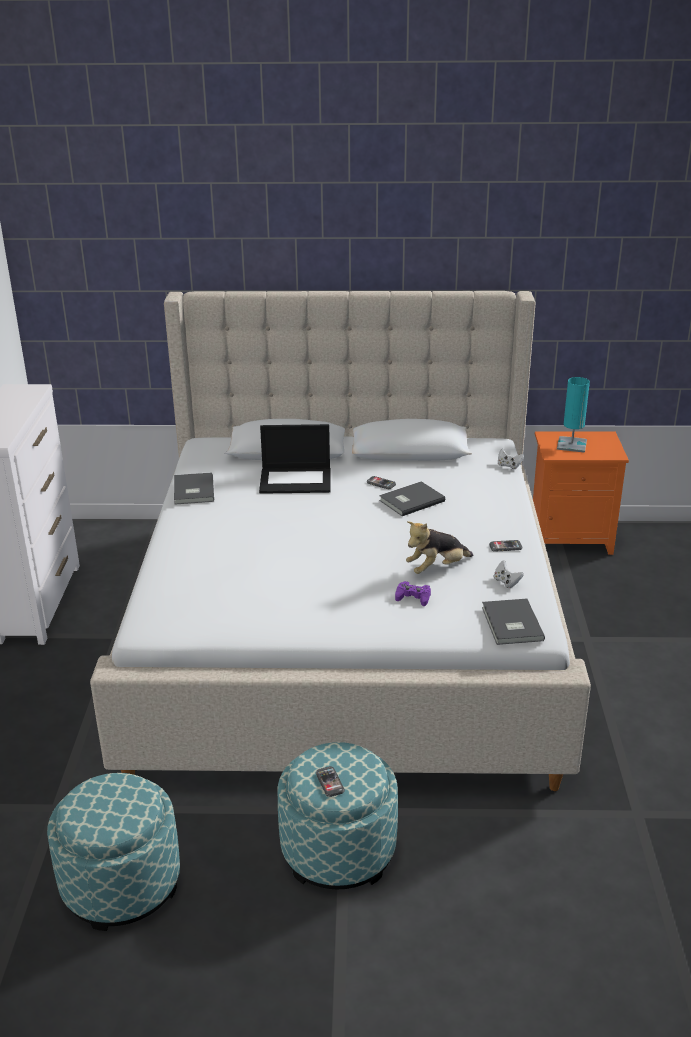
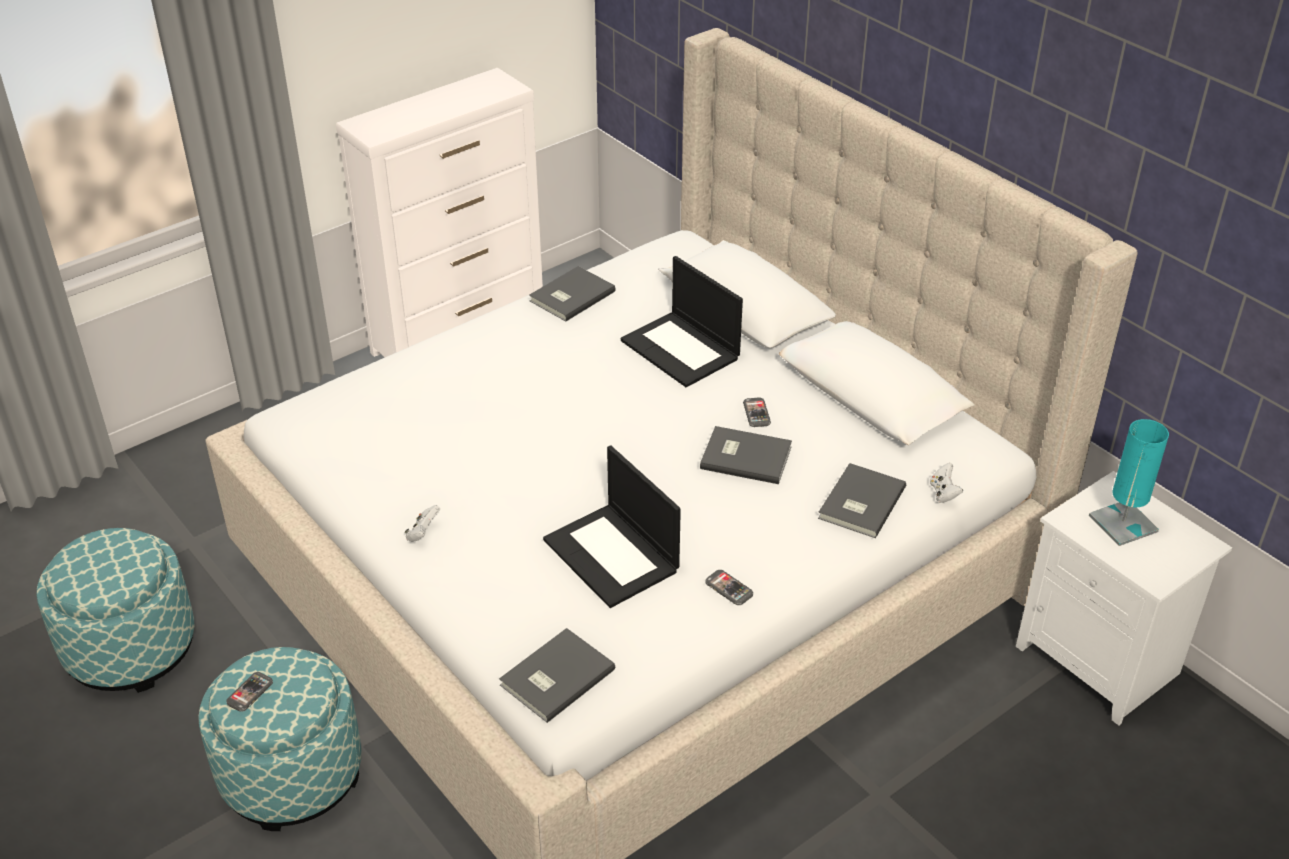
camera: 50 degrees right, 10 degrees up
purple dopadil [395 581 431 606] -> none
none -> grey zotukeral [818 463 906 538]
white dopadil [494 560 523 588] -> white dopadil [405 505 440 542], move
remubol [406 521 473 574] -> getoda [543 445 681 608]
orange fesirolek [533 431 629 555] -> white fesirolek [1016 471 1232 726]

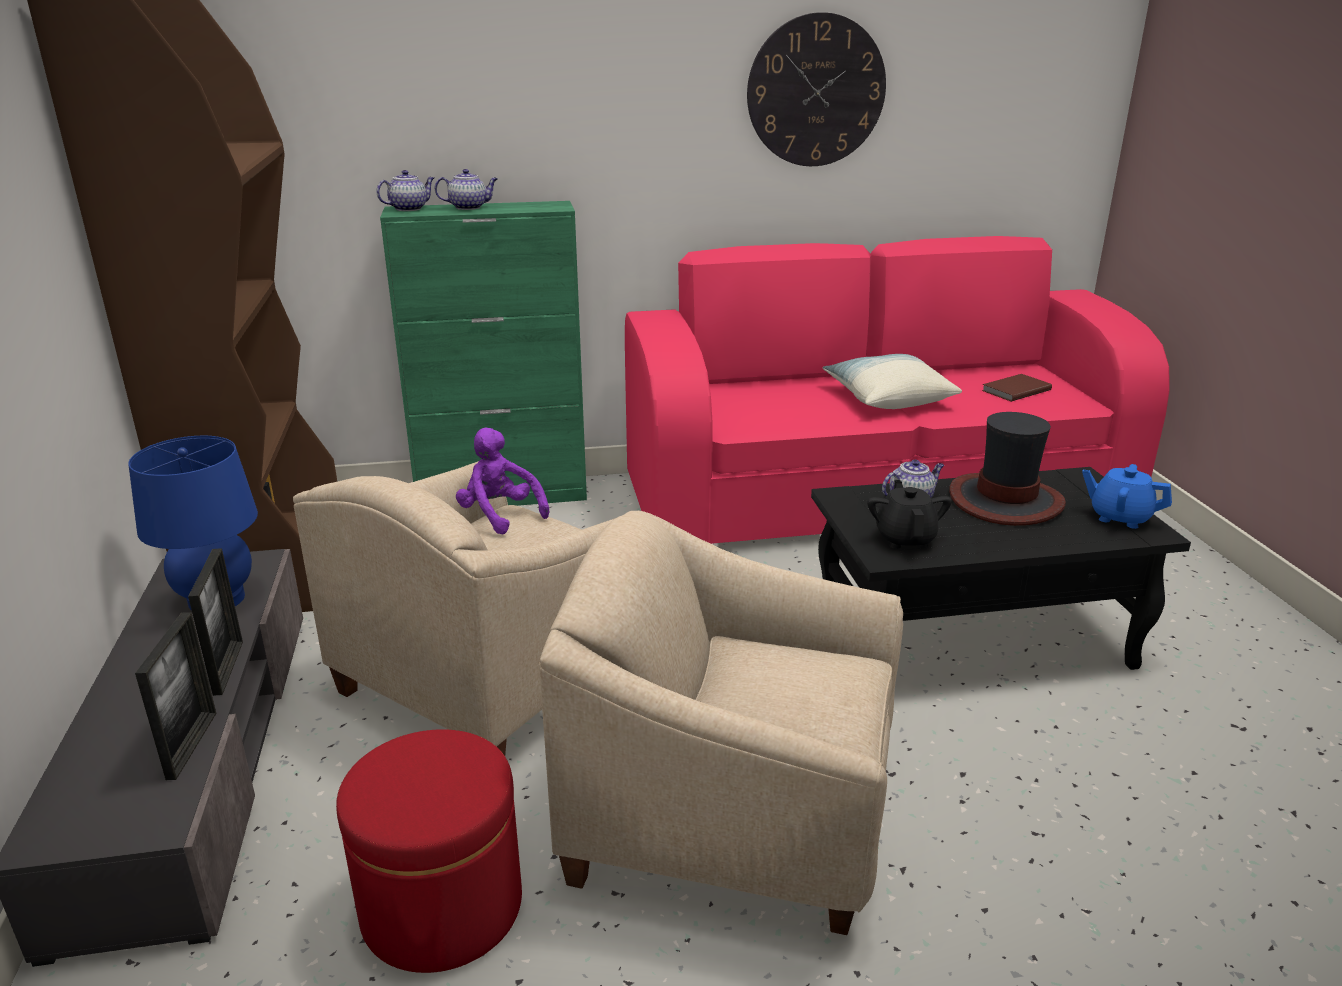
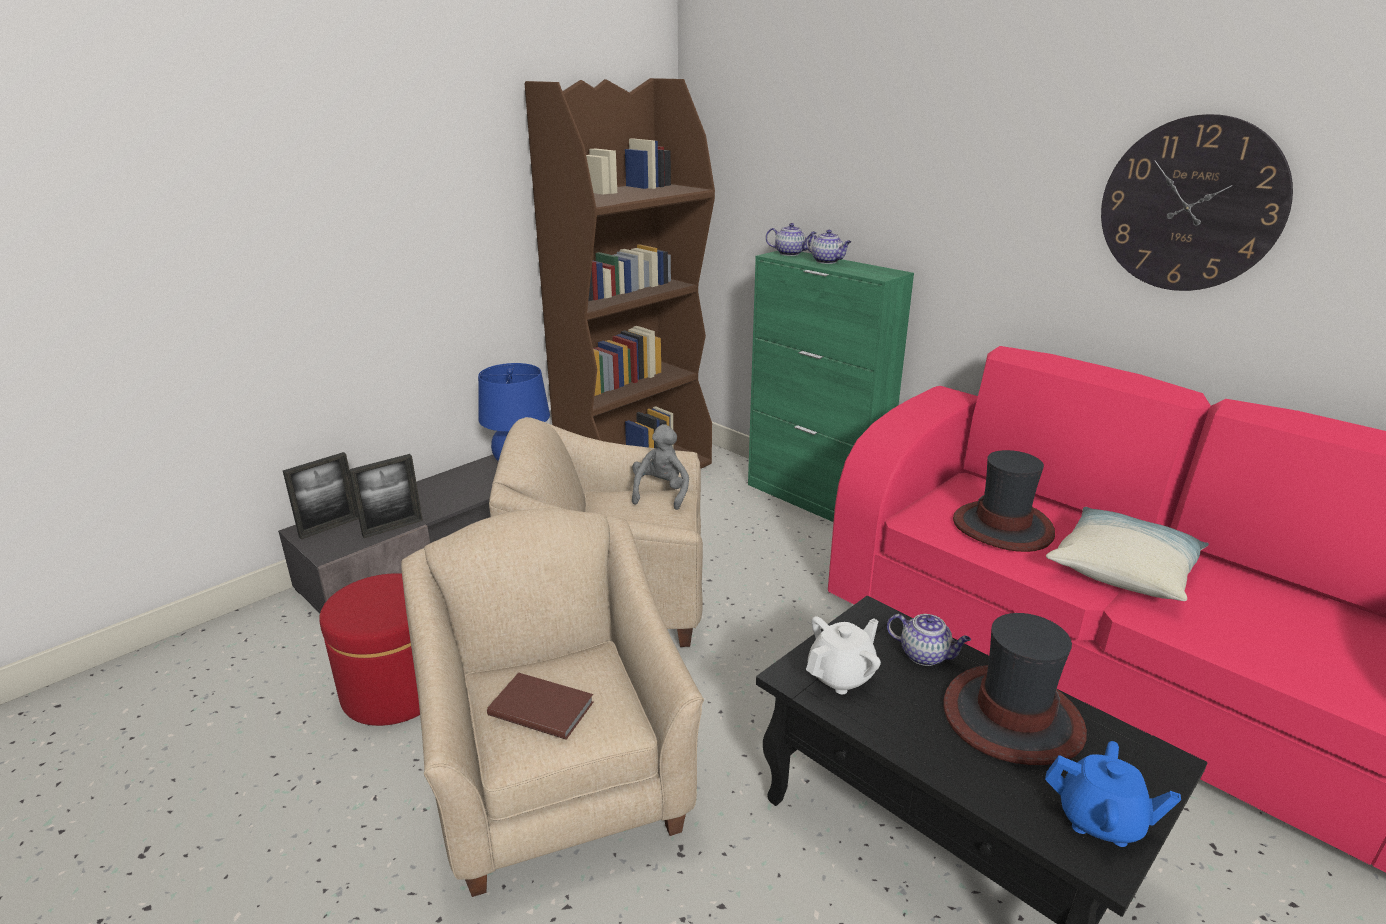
camera: 55 degrees right, 0 degrees up
none -> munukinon [953 450 1055 552]
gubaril [188 548 243 696] -> gubaril [283 452 359 539], move
brown zotukeral [982 374 1052 402] -> brown zotukeral [487 672 593 740], move
purple remubol [456 428 549 534] -> grey remubol [632 424 689 510]
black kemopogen [867 480 952 549] -> white kemopogen [806 616 881 694]
blue kemopogen [1082 464 1172 529] -> blue kemopogen [1045 741 1181 847], 120 degrees clockwise

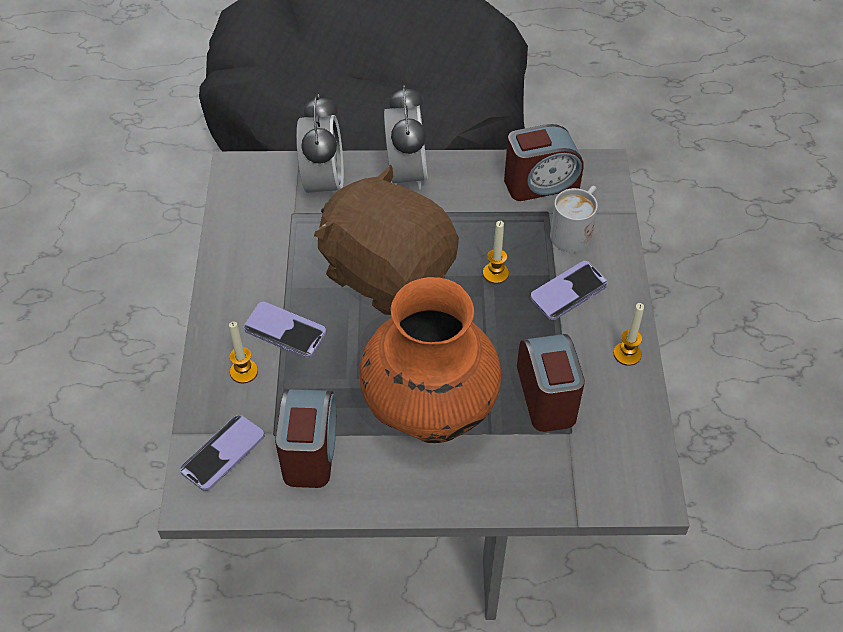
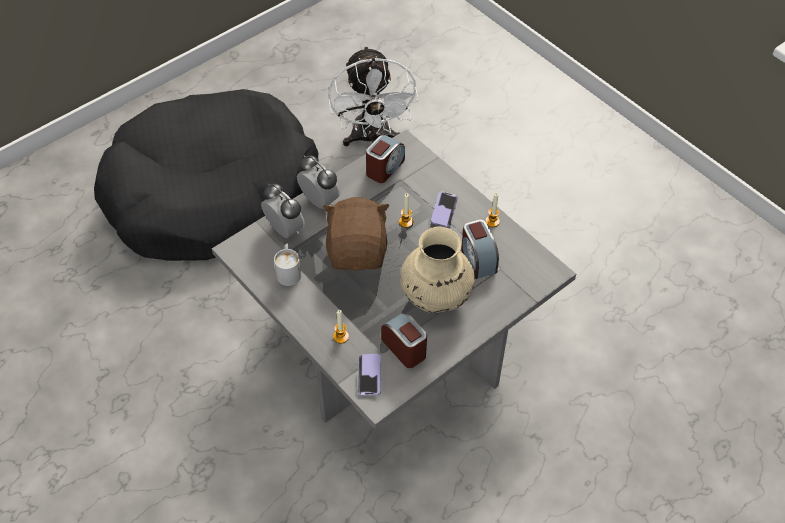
camera: 40 degrees left, 0 degrees up
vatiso [244 302 326 358] -> none
none -> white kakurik [328 46 419 146]
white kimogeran [550 186 598 253] -> white kimogeran [274 244 301 286], move
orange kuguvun [360 277 501 443] -> beige kuguvun [400 226 475 313]
brown remubol [314 165 459 315] -> brown remubol [323 197 390 271], 90 degrees clockwise
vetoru [517 334 585 432] -> vetoru [461 220 499 279], 150 degrees counterclockwise

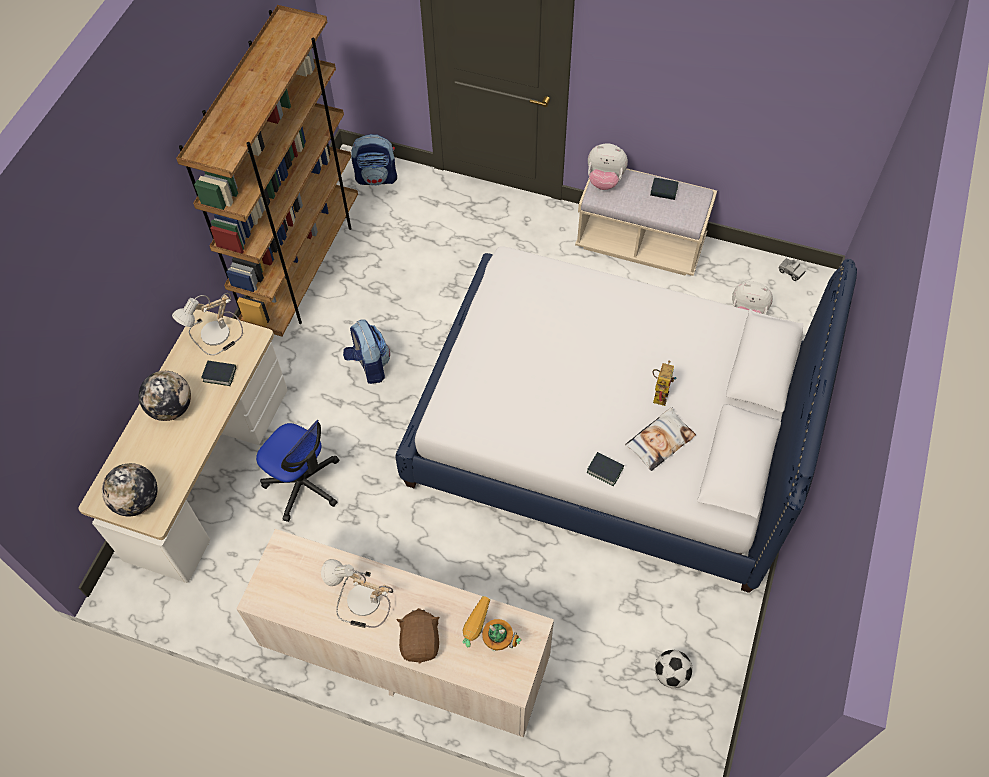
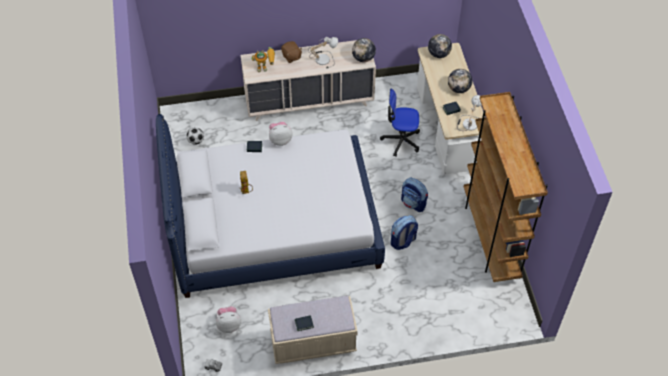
camera: 150 degrees right, 5 degrees down
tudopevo [625 408 696 471] -> none
none -> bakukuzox [352 38 376 62]
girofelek [351 134 397 186] -> girofelek [391 215 418 250], move
remubol [588 143 628 190] -> remubol [269 121 293 146], move

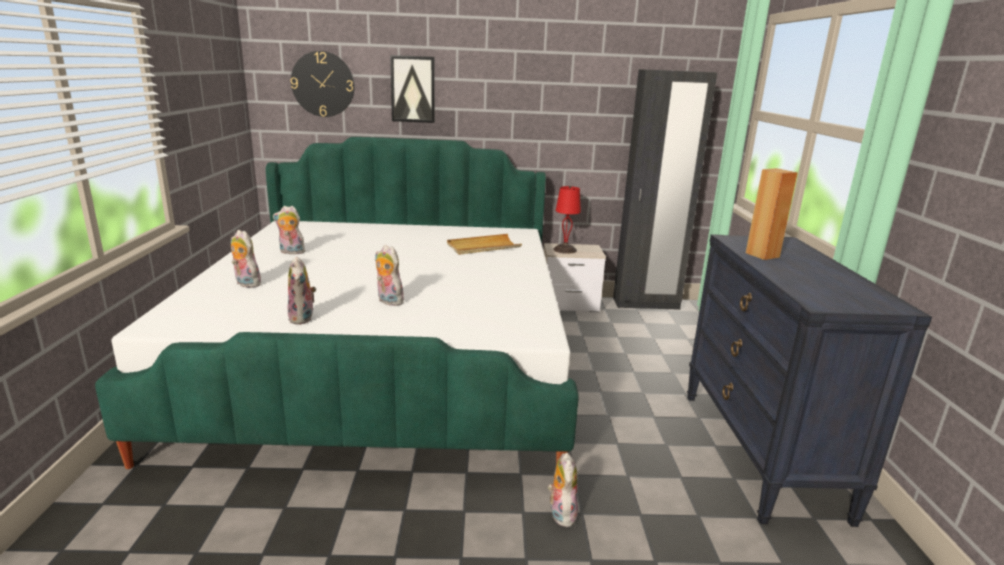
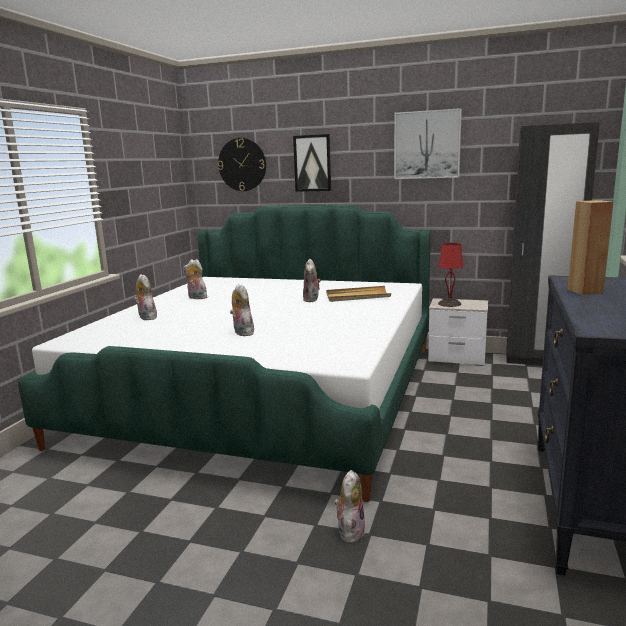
camera: 20 degrees right, 5 degrees down
none -> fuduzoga [394 108 462 179]
remubol [288 256 316 325] -> remubol [303 259 321 302], move

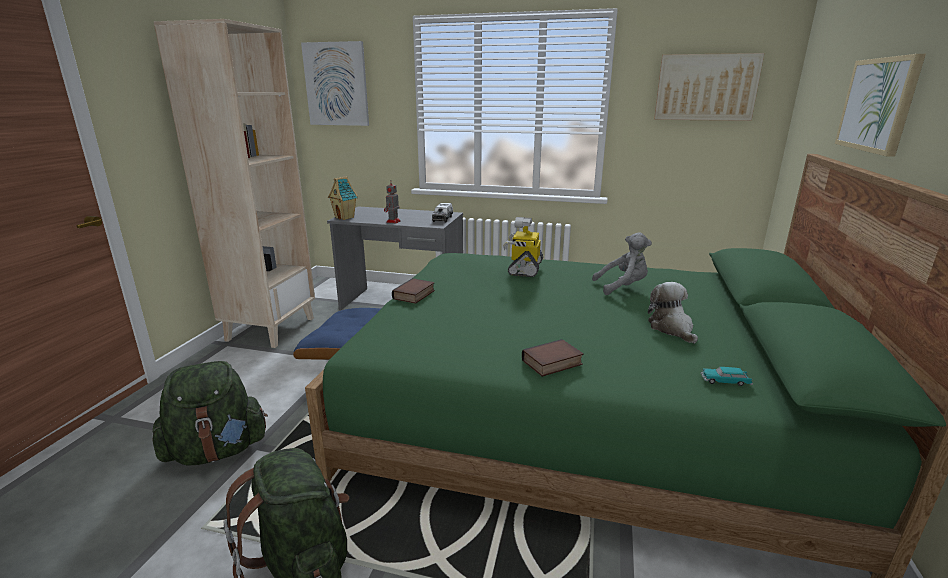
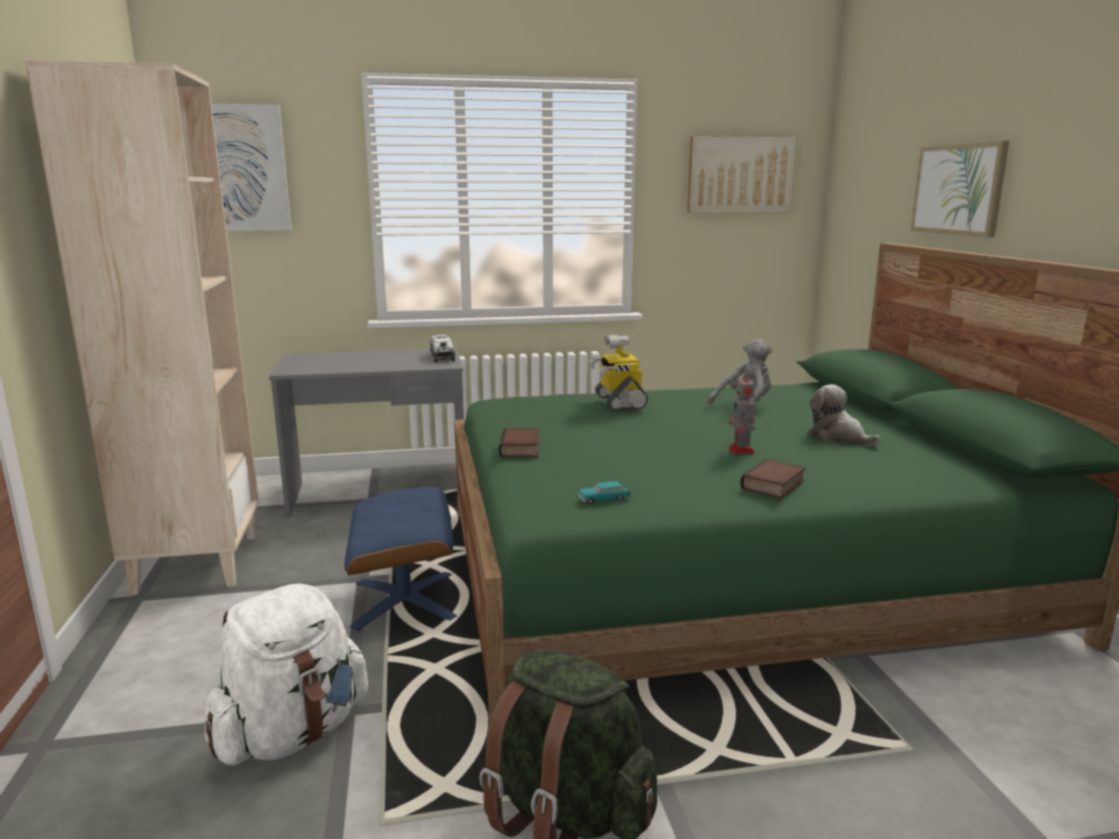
camera: 25 degrees left, 5 degrees down
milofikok [328 176 358 220] -> none
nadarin [384 180 401 224] -> nadarin [728 372 755 454], move
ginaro [701 367 753 386] -> ginaro [577 481 632 504], move
green girofelek [152 361 268 465] -> white girofelek [205 583 368 765]

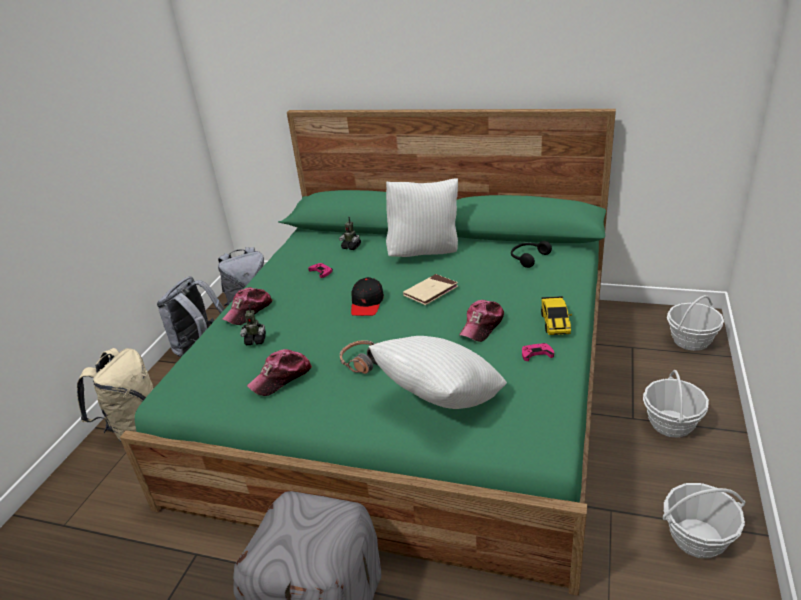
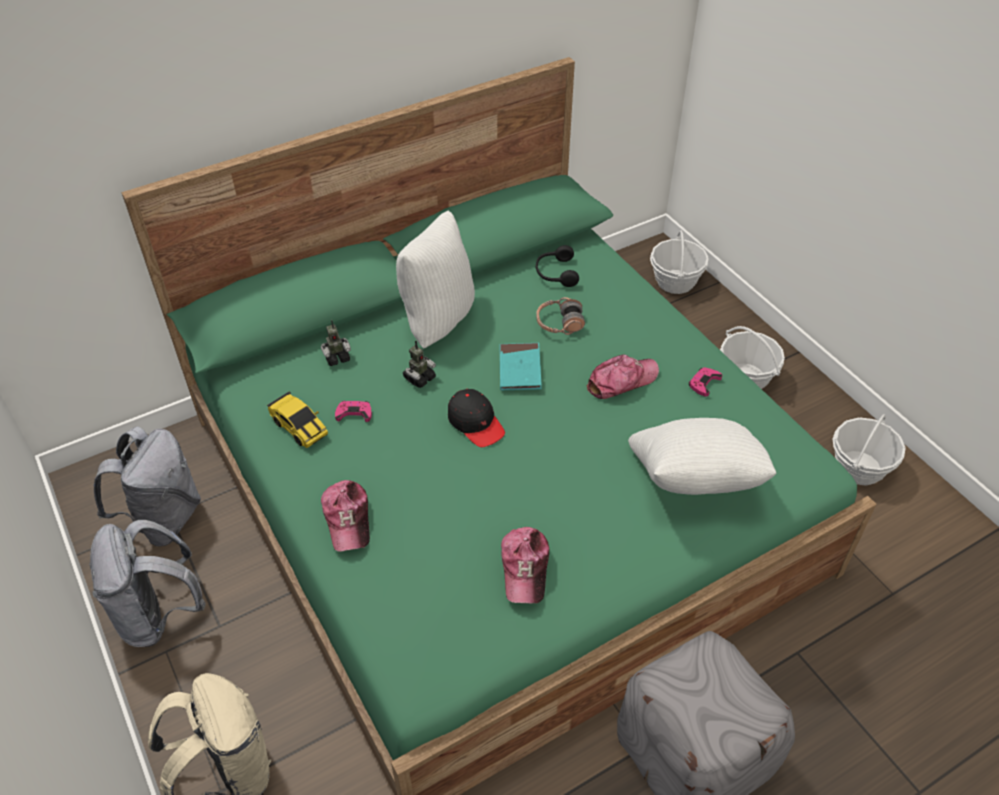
camera: 50 degrees left, 15 degrees up
nadarin [240 305 266 345] -> nadarin [403 340 436 388], move
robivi [340 340 378 374] -> robivi [536 297 585 335], move
ginaro [541 296 572 335] -> ginaro [267 392 328 448], move
beige zotukeral [403 274 458 305] -> turquoise zotukeral [500 343 542 391]
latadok [459 300 504 342] -> latadok [587 355 659 399], 105 degrees counterclockwise

